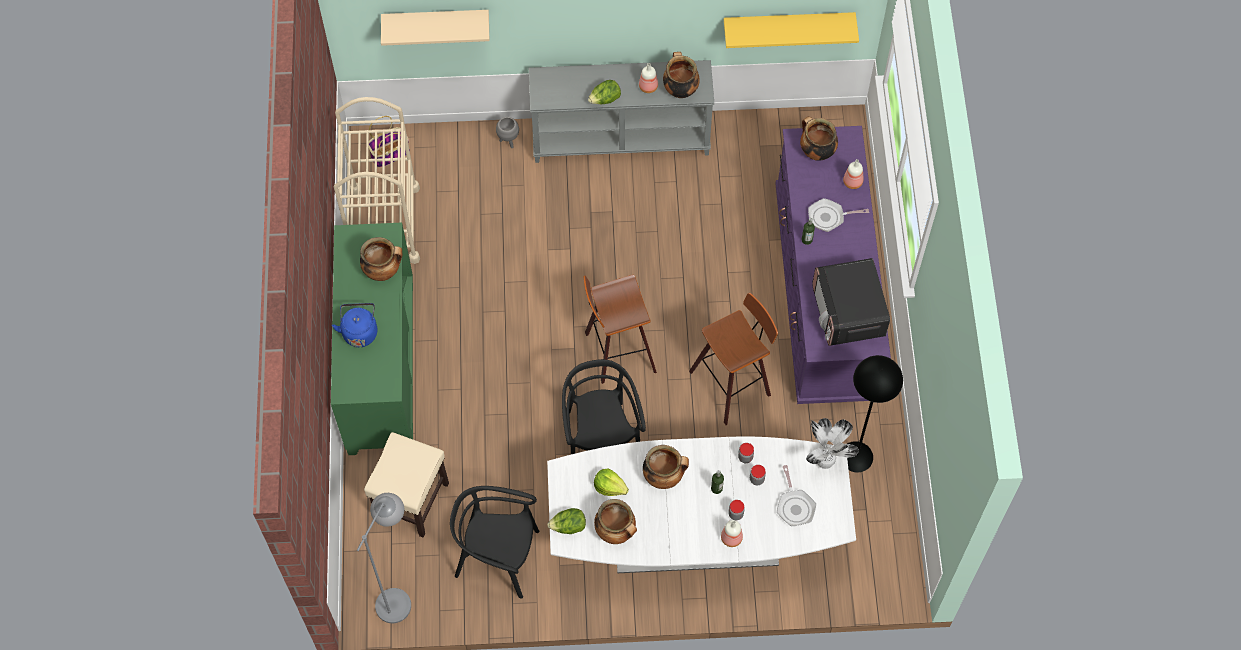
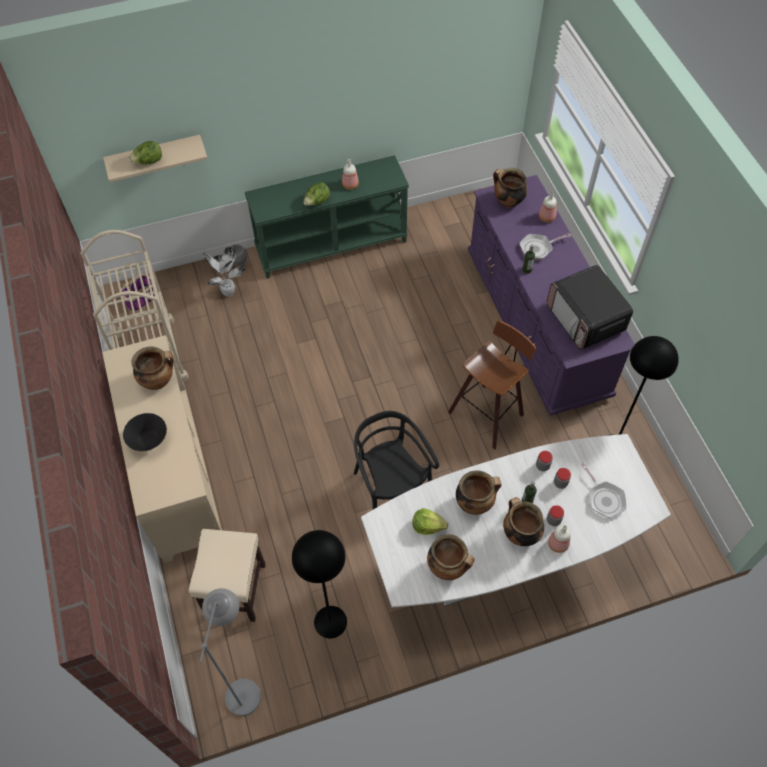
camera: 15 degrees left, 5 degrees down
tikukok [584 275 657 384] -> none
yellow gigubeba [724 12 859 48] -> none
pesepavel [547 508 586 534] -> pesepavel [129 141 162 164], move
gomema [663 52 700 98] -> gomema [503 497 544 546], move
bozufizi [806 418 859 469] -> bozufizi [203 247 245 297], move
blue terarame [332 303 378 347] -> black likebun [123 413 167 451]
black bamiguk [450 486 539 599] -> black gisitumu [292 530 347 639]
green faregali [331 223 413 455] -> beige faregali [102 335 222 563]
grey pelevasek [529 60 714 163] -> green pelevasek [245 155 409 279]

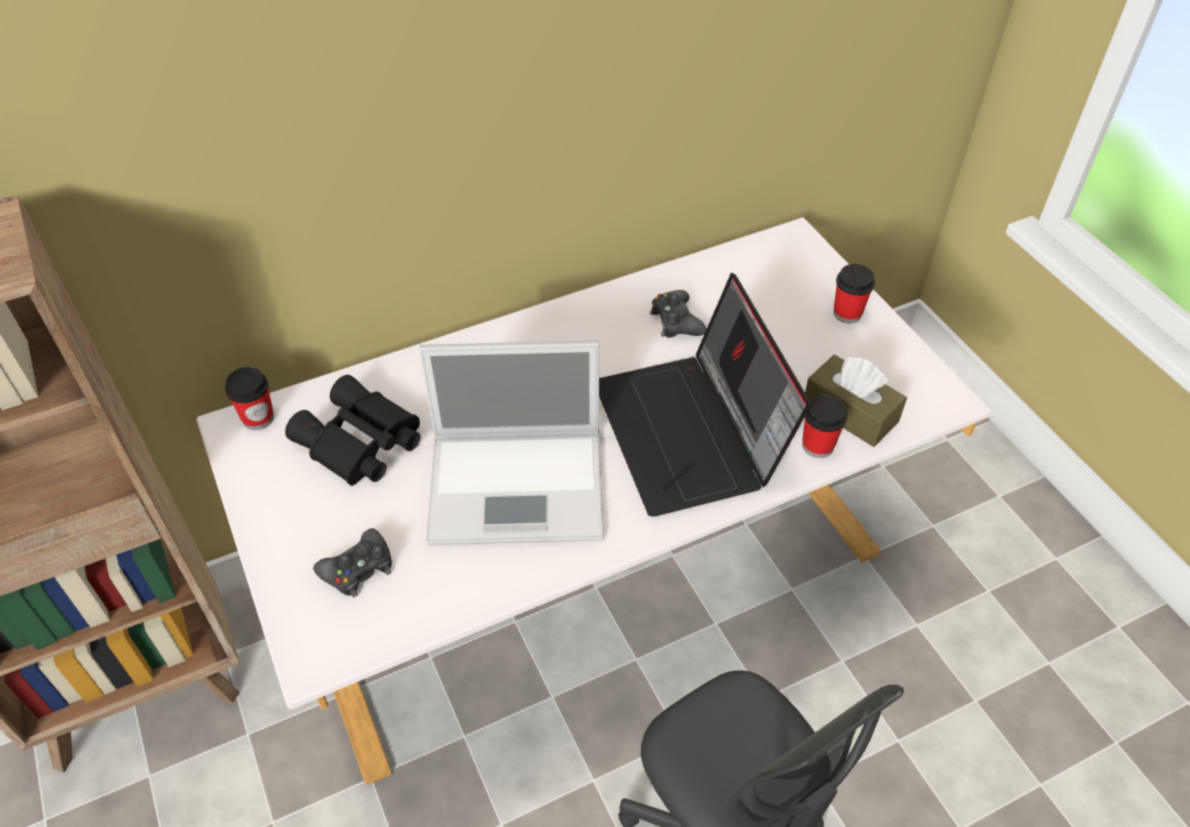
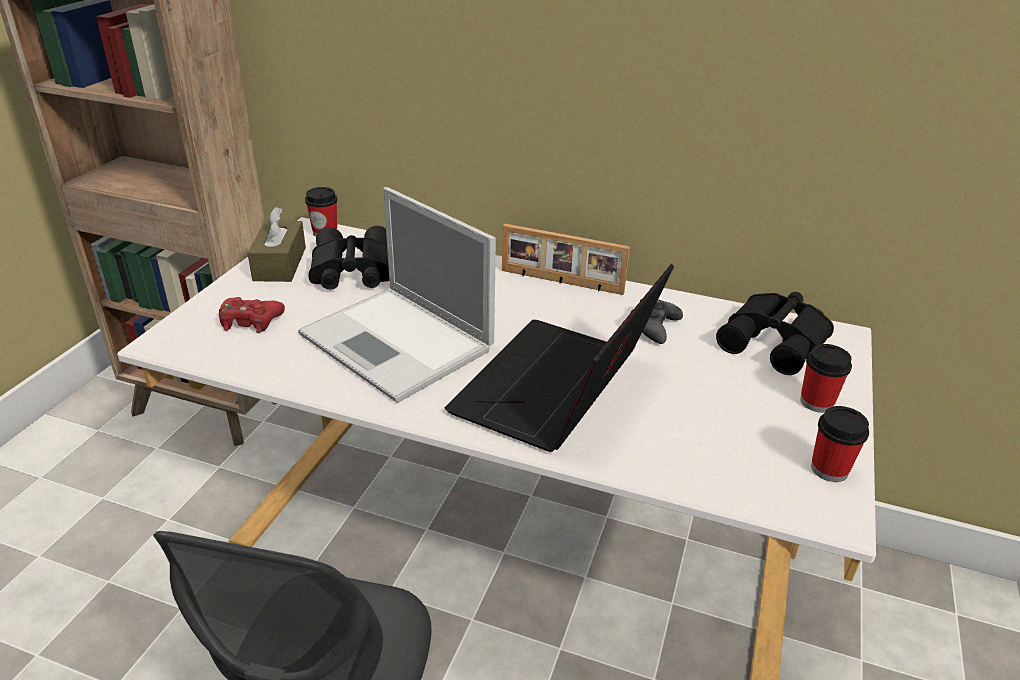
camera: 45 degrees right, 15 degrees down
none -> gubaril [502 224 630 295]
none -> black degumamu [716 292 834 375]
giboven [802 394 848 458] -> giboven [811 406 869 482], move
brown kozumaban [805 355 907 447] -> brown kozumaban [247 207 306 282], move
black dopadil [313 528 392 598] -> red dopadil [219 297 285 333]

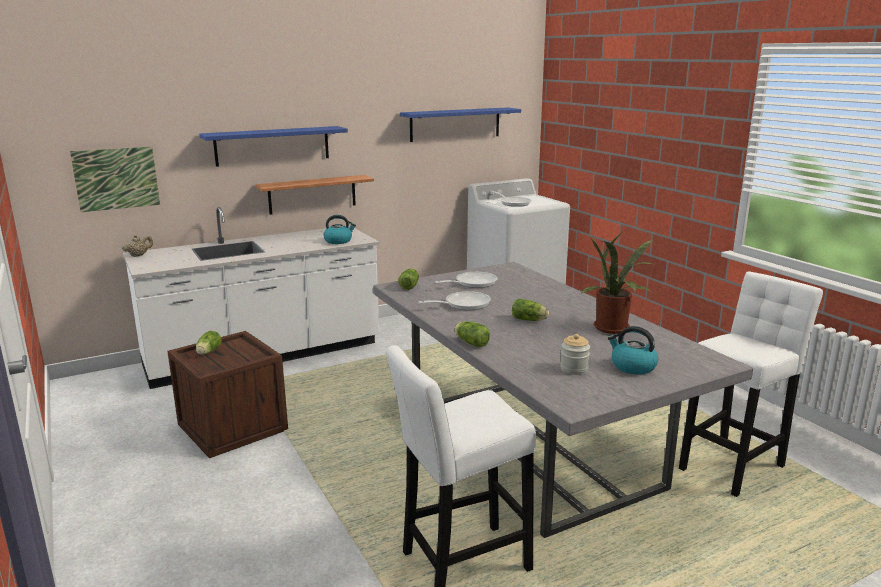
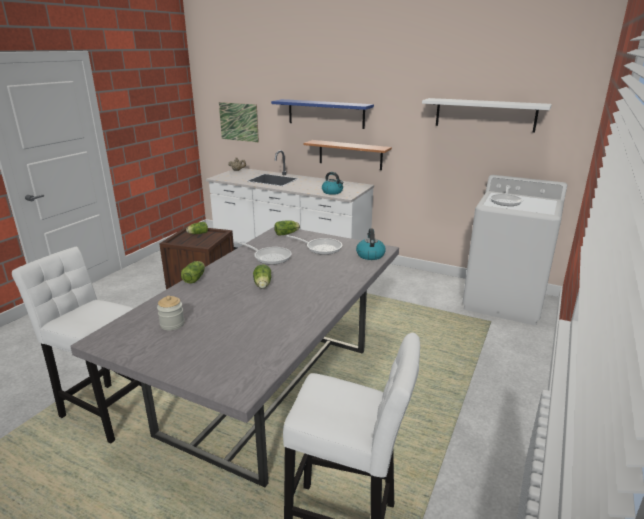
camera: 55 degrees right, 5 degrees up
bozufizi [580 234 652 334] -> none
terarame [608 326 658 375] -> terarame [356 229 386 260], move
blue gigubeba [400 107 521 142] -> white gigubeba [422 98 552 133]

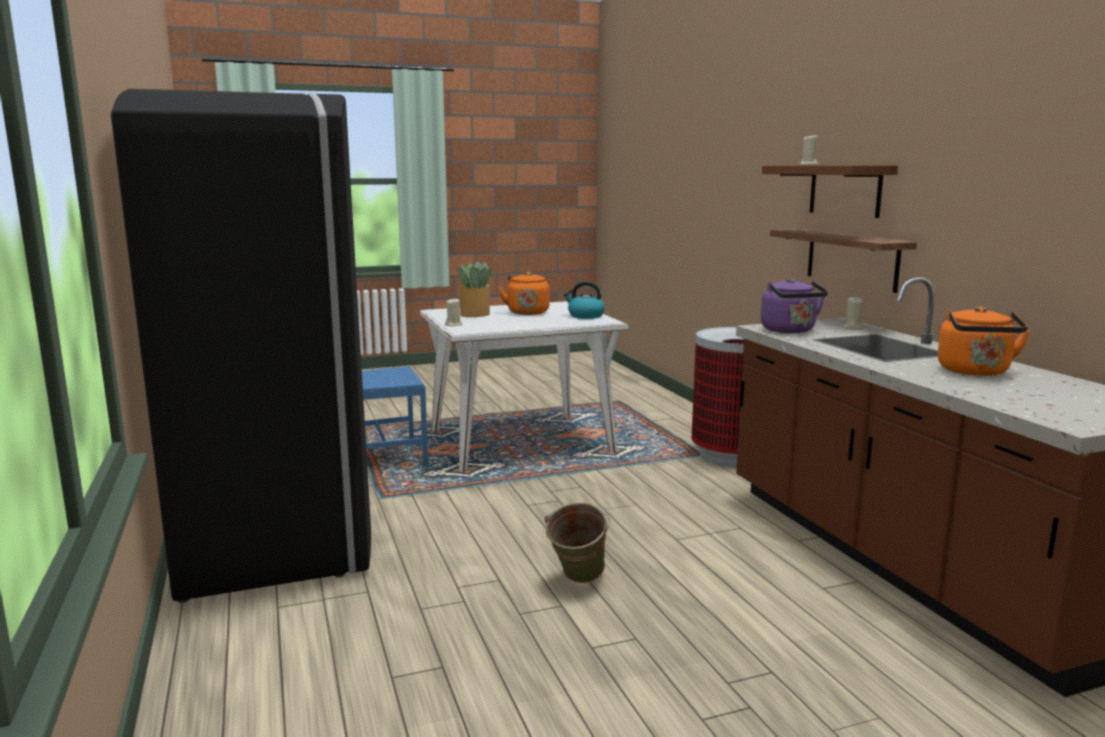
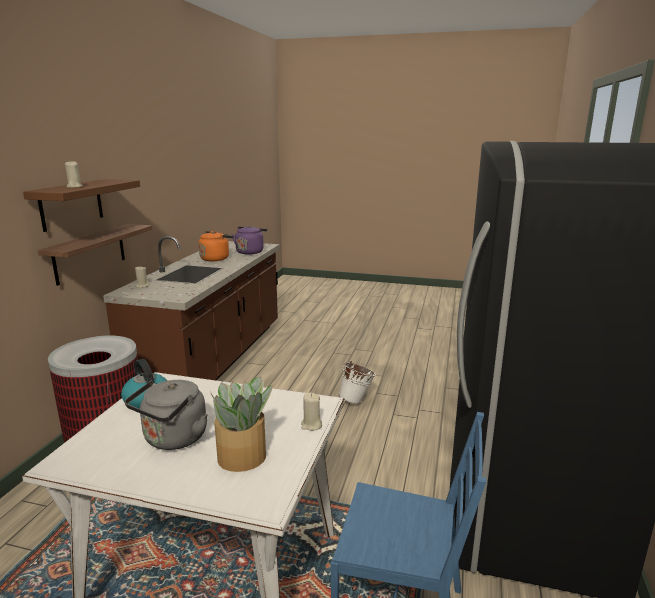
camera: 145 degrees left, 5 degrees up
purple terarame [761 278 828 333] -> purple terarame [232 226 267 255], move
orange terarame [498 272 550 315] -> grey terarame [125 380 208 450]
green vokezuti [544 502 610 583] -> white vokezuti [338 361 376 404]

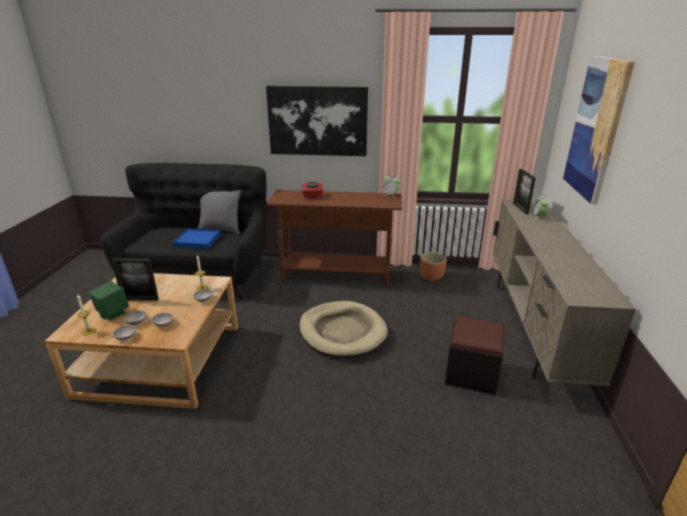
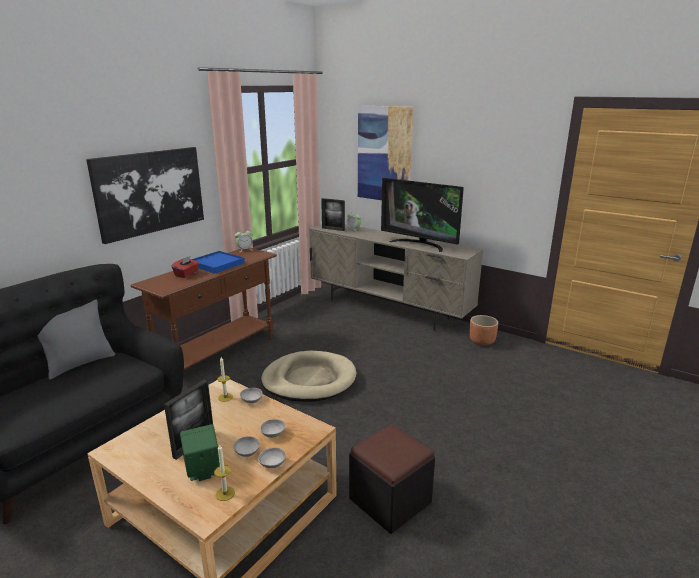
camera: 60 degrees left, 5 degrees down
none -> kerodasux [381 178 464 252]
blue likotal [173 228 221 249] -> blue likotal [192 251 245 274], move
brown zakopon [420 252 447 281] -> brown zakopon [469 315 498 346], move
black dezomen [445 316 504 395] -> black dezomen [349 425 435 534], move

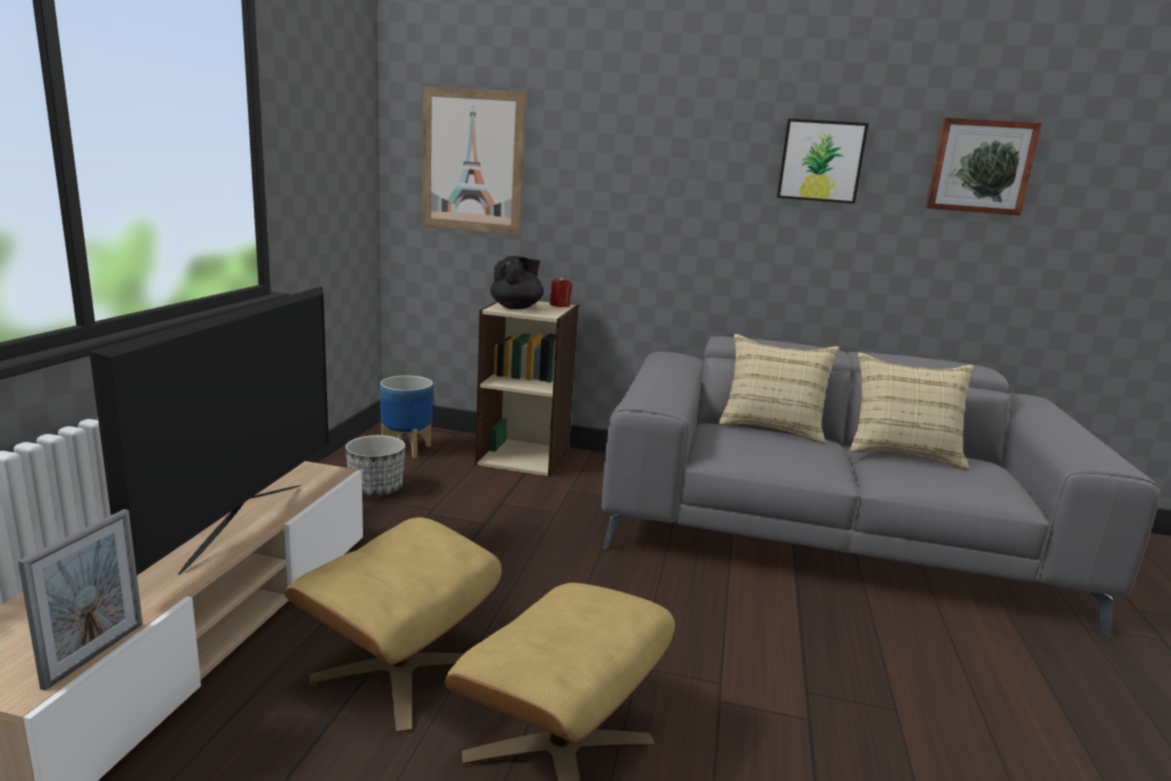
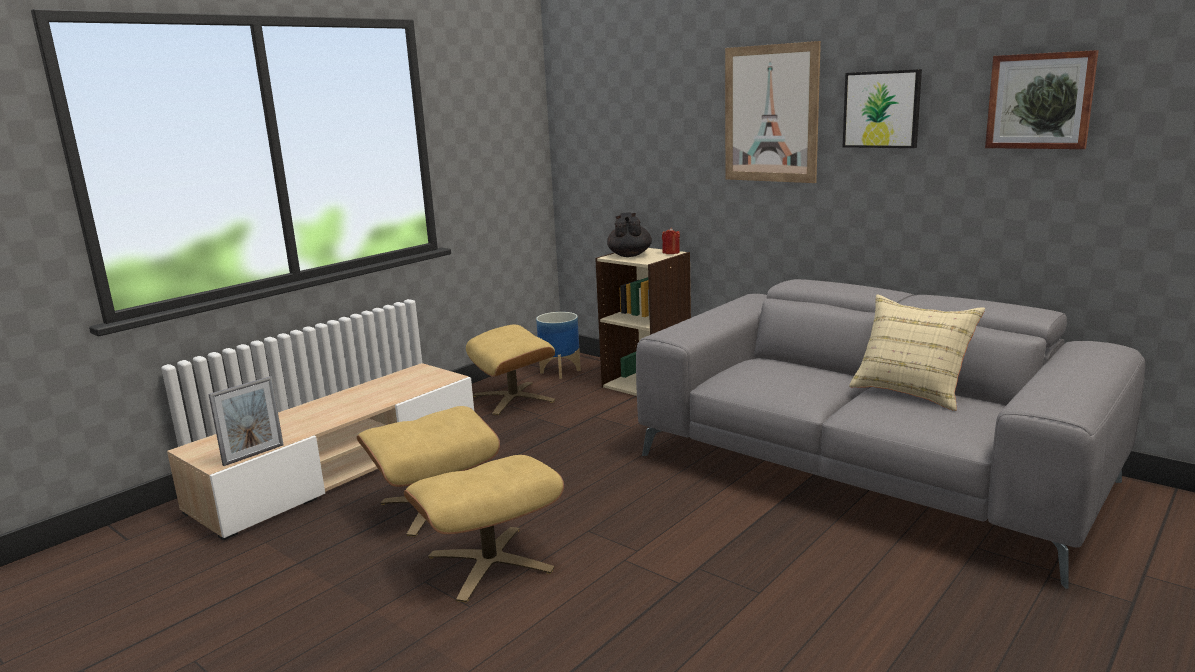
camera: 30 degrees right, 0 degrees up
kerodasux [89 286 329 575] -> none
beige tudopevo [719 334 839 444] -> none
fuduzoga [422 86 526 235] -> fuduzoga [725 41 821 183], move
zakopon [345 435 405 497] -> beige dezomen [466 325 555 415]
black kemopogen [490 256 544 309] -> black kemopogen [607 212 652 257], 60 degrees counterclockwise

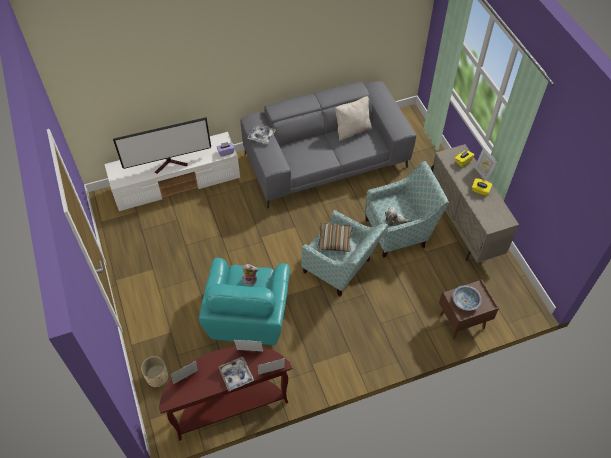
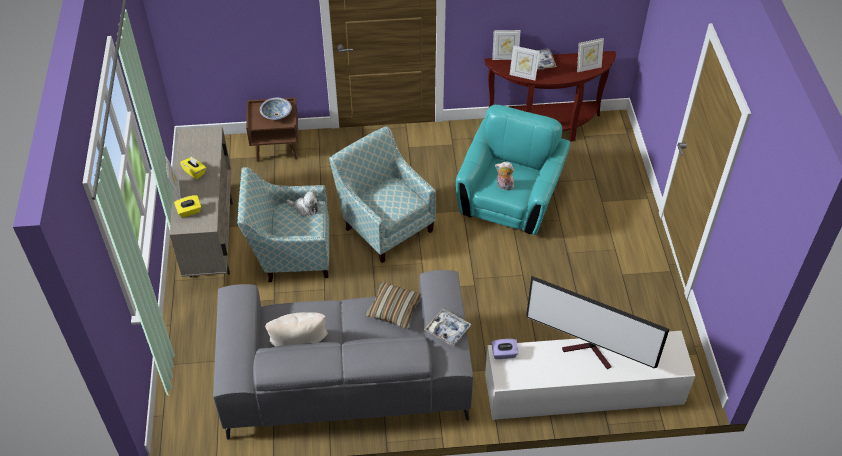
camera: 165 degrees left, 5 degrees down
beige zakopon [141 356 168 387] -> none
tudopevo [317 223 352 252] -> tudopevo [365 282 421 329], move
kerodasux [113 117 211 174] -> kerodasux [526 276 669 369], 150 degrees counterclockwise

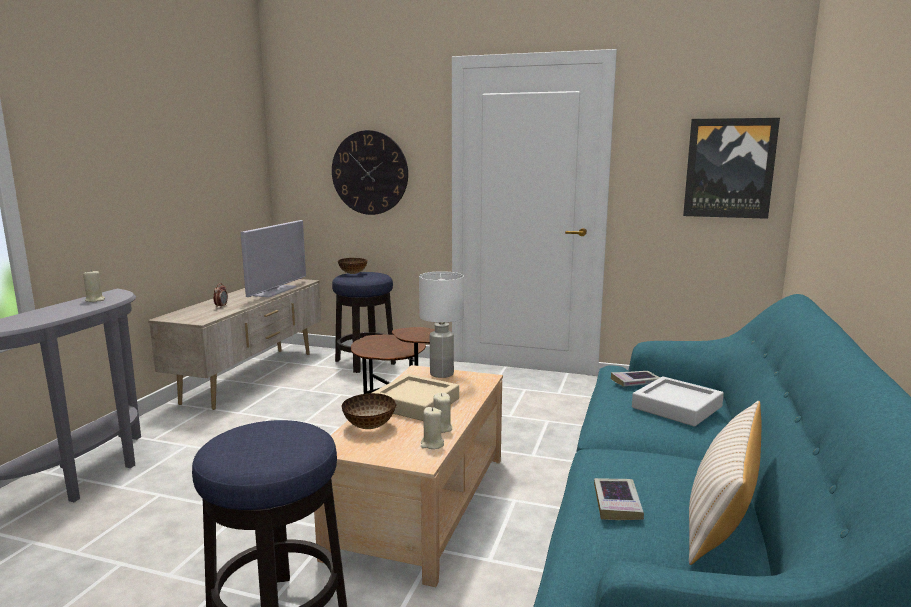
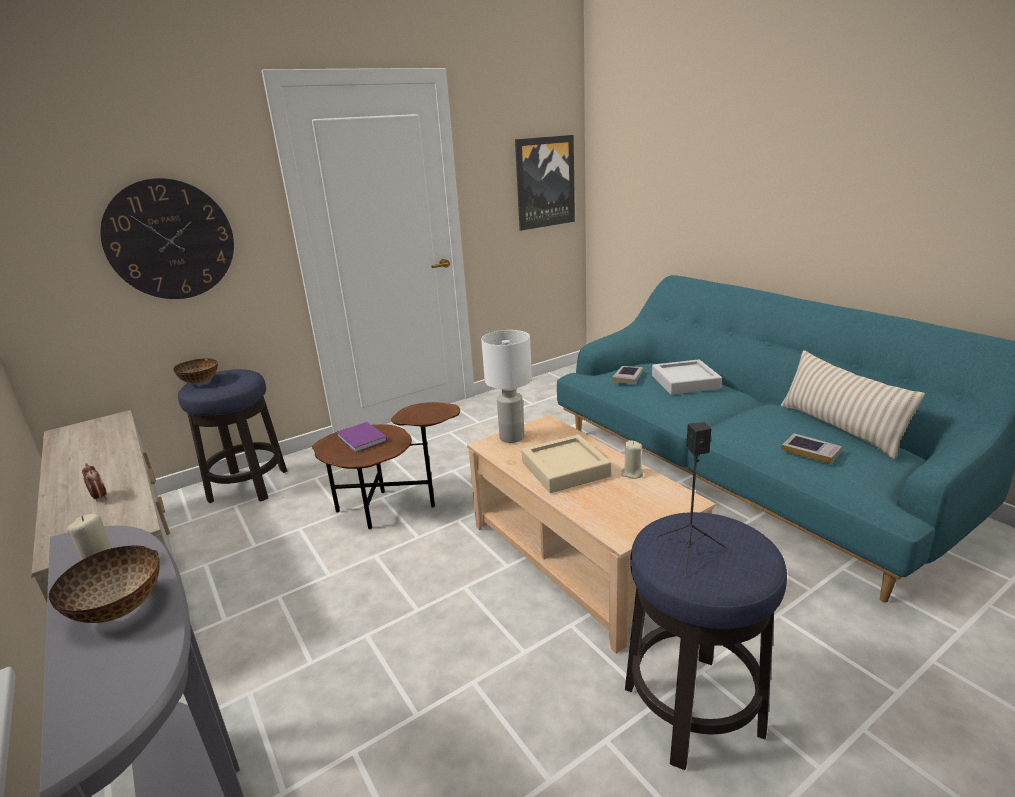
camera: 50 degrees left, 10 degrees up
kerodasux [240 220 306 297] -> none
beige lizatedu [421 407 444 449] -> none
none -> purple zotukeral [336 422 387 453]
none -> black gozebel [657 422 725 578]
likebun [342 393 396 429] -> likebun [48 545 160 623], move

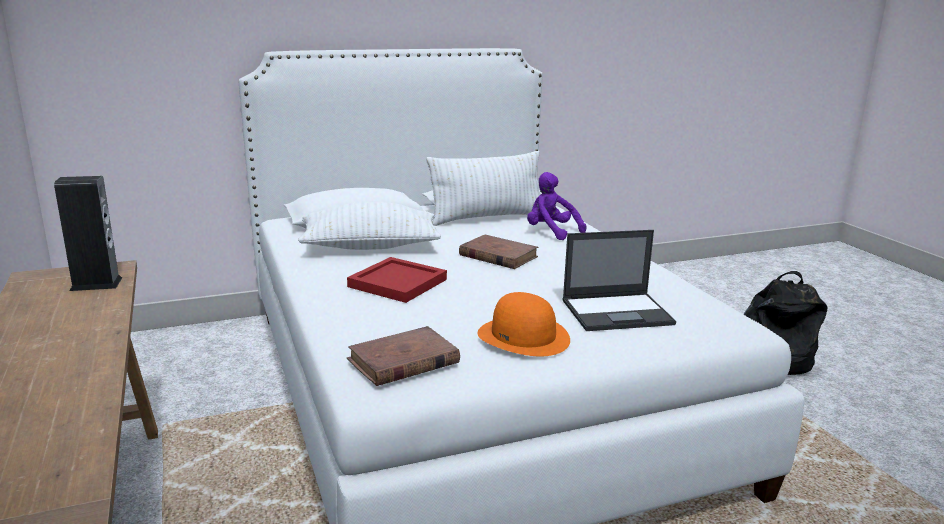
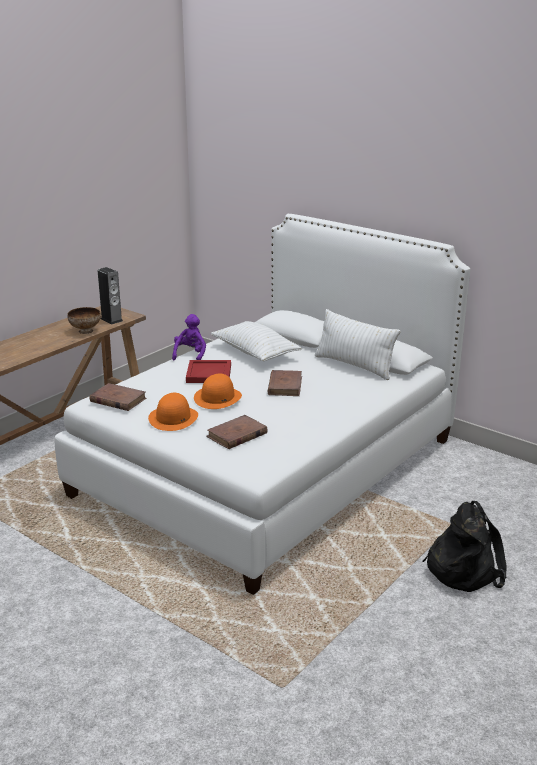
camera: 60 degrees right, 5 degrees up
none -> likebun [67 307 101 334]
none -> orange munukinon [194 374 242 409]
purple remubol [527 172 586 240] -> purple remubol [172 314 206 360], move
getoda [562 230 676 331] -> brown zotukeral [206 415 268 449]

